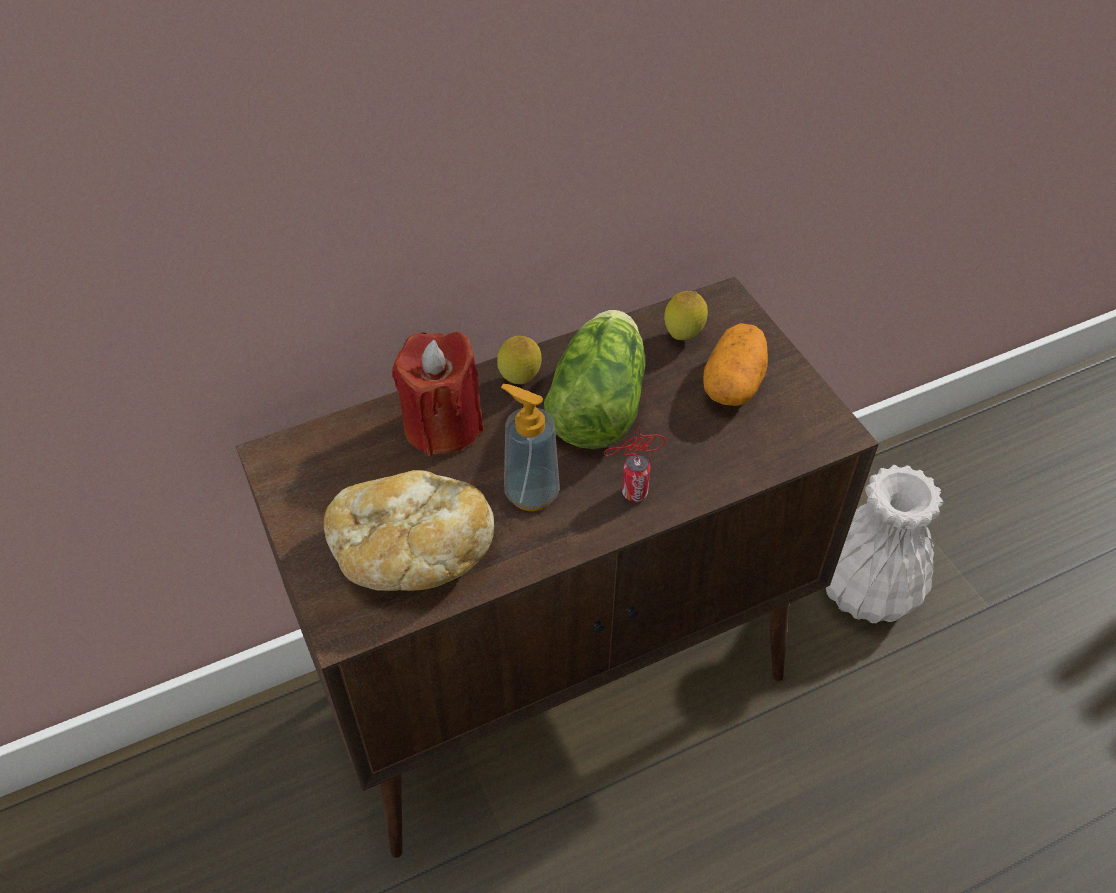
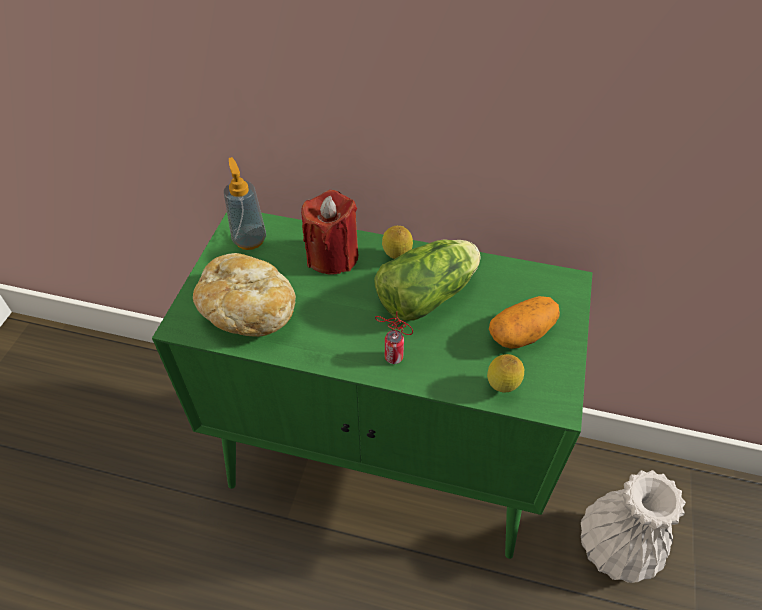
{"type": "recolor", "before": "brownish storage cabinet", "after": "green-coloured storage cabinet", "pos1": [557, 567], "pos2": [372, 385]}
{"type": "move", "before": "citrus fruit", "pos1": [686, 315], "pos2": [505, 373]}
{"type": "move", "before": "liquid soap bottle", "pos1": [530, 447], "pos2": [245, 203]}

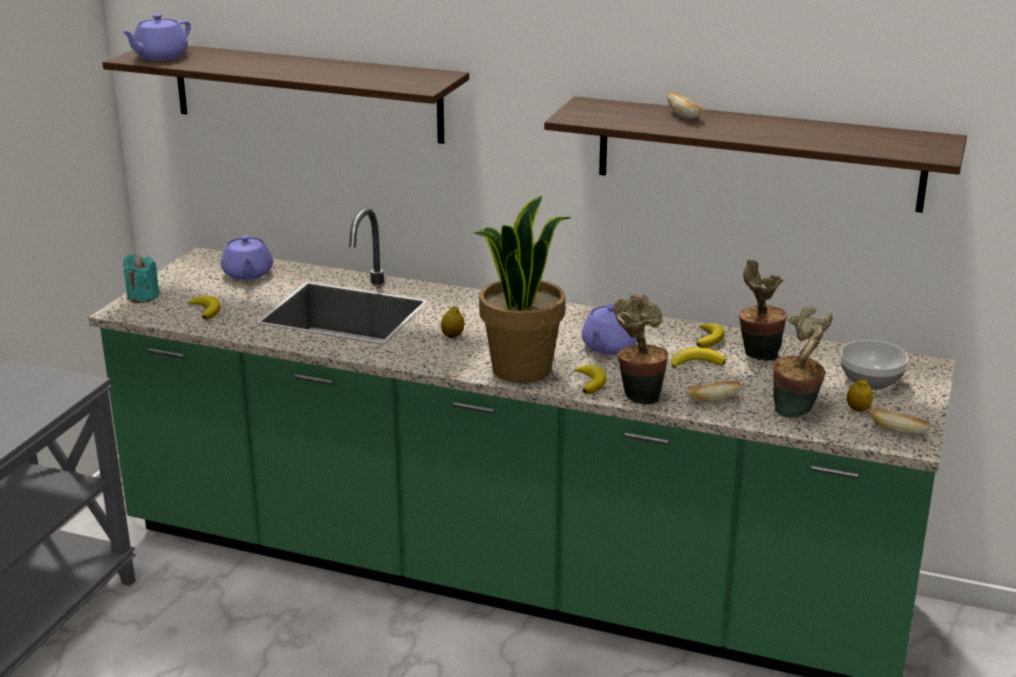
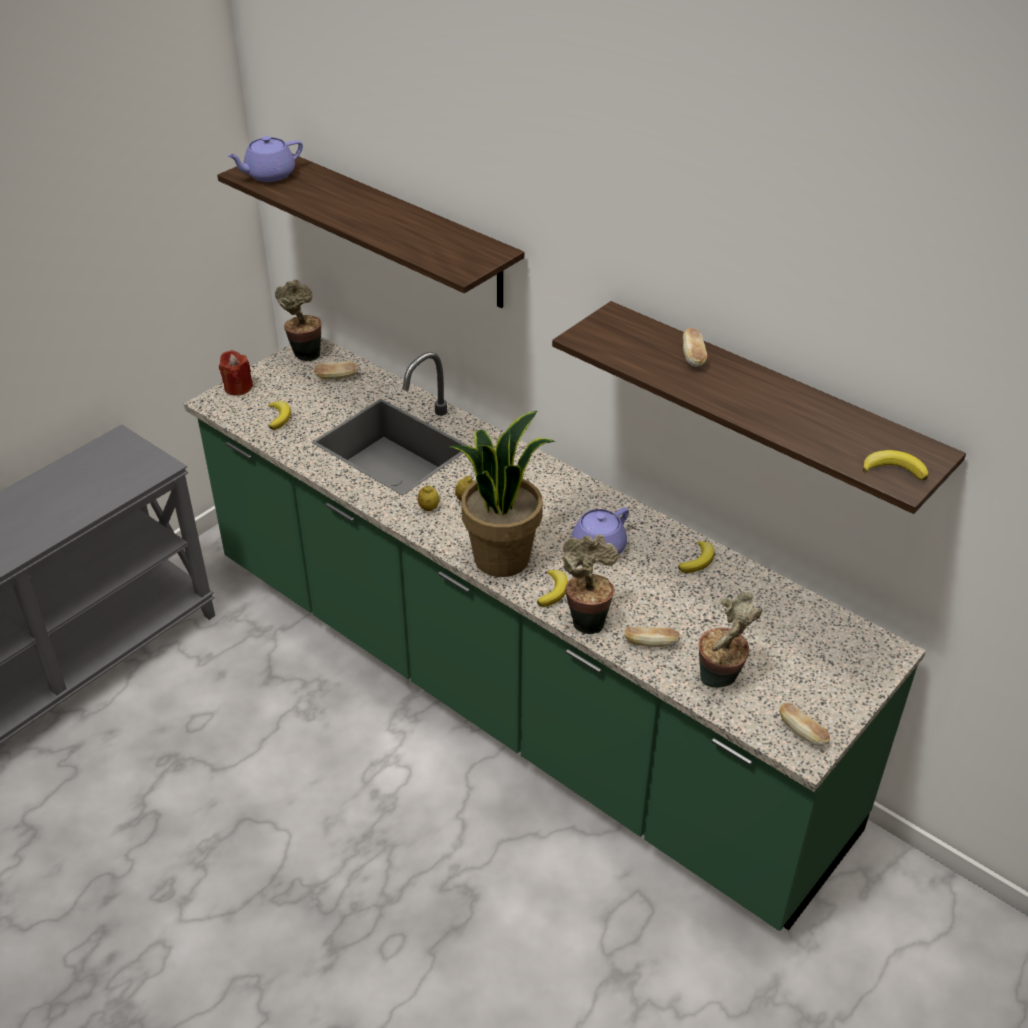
{"type": "replace", "before": "purple pot for tea", "after": "baked bread", "pos1": [247, 257], "pos2": [336, 370]}
{"type": "recolor", "before": "turquoise-coloured candle", "after": "red candle", "pos1": [141, 278], "pos2": [236, 373]}
{"type": "move", "before": "potted plant", "pos1": [763, 310], "pos2": [298, 320]}
{"type": "delete", "before": "deep dish", "pos1": [875, 365]}
{"type": "move", "before": "banana", "pos1": [698, 358], "pos2": [896, 465]}
{"type": "move", "before": "citrus fruit", "pos1": [860, 395], "pos2": [428, 498]}

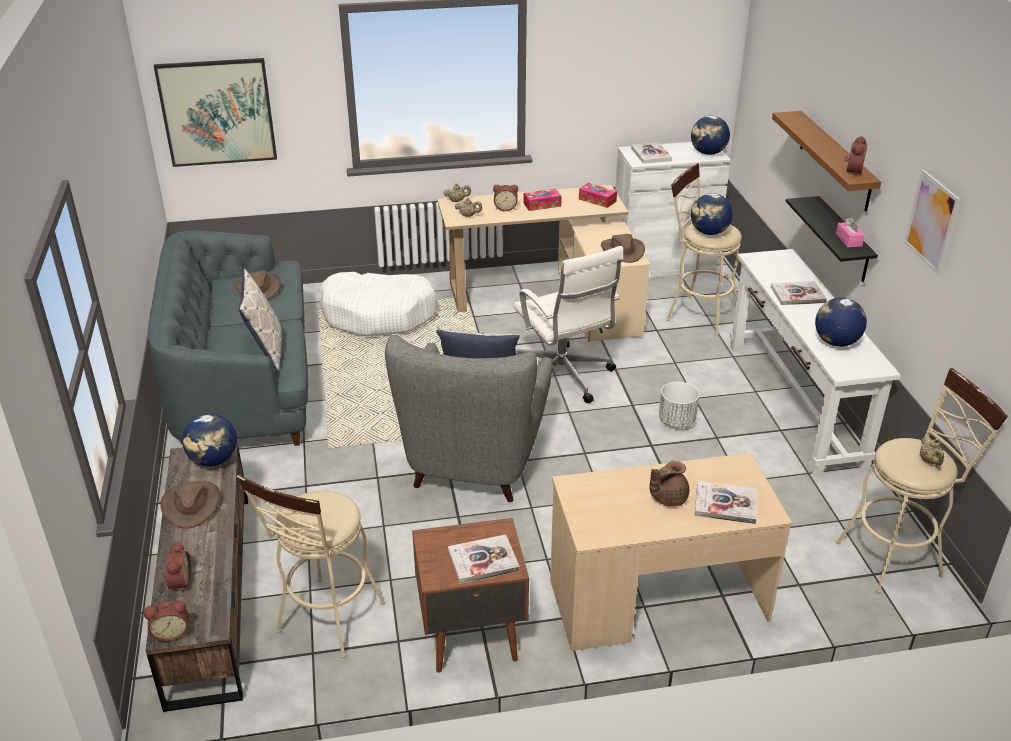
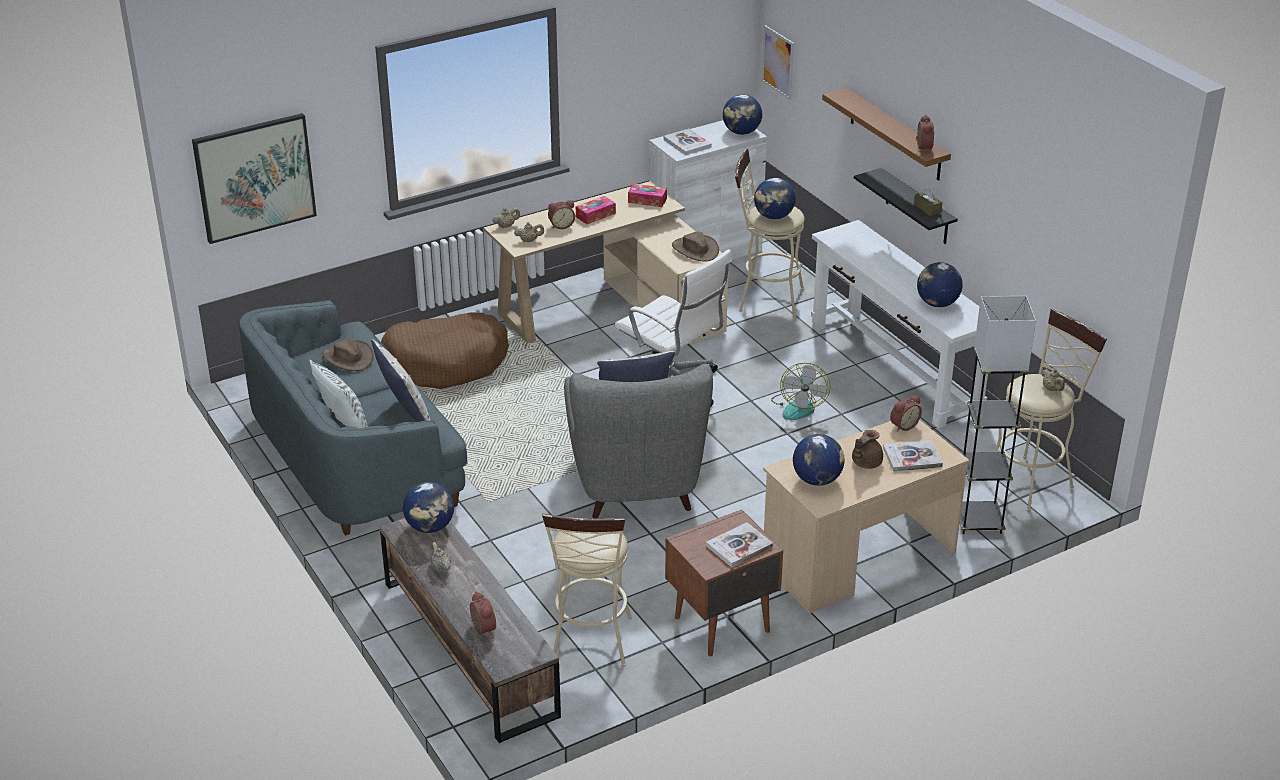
{"type": "move", "before": "wall picture", "pos1": [932, 222], "pos2": [778, 62]}
{"type": "recolor", "before": "pink-coloured tissue box", "after": "brownish tissue box", "pos1": [850, 232], "pos2": [928, 202]}
{"type": "recolor", "before": "whitish dog bed", "after": "brownish dog bed", "pos1": [378, 304], "pos2": [445, 350]}
{"type": "delete", "before": "book", "pos1": [799, 293]}
{"type": "replace", "before": "whitish plant pot", "after": "fan", "pos1": [679, 405], "pos2": [801, 391]}
{"type": "replace", "before": "brownish wearable hat", "after": "sand-coloured pot for tea", "pos1": [190, 505], "pos2": [441, 557]}
{"type": "move", "before": "table clock", "pos1": [166, 621], "pos2": [906, 413]}
{"type": "insert", "after": "gray floor lamp", "pos2": [998, 415]}
{"type": "insert", "after": "whitish pillow", "pos2": [338, 394]}
{"type": "insert", "after": "world globe", "pos2": [819, 460]}

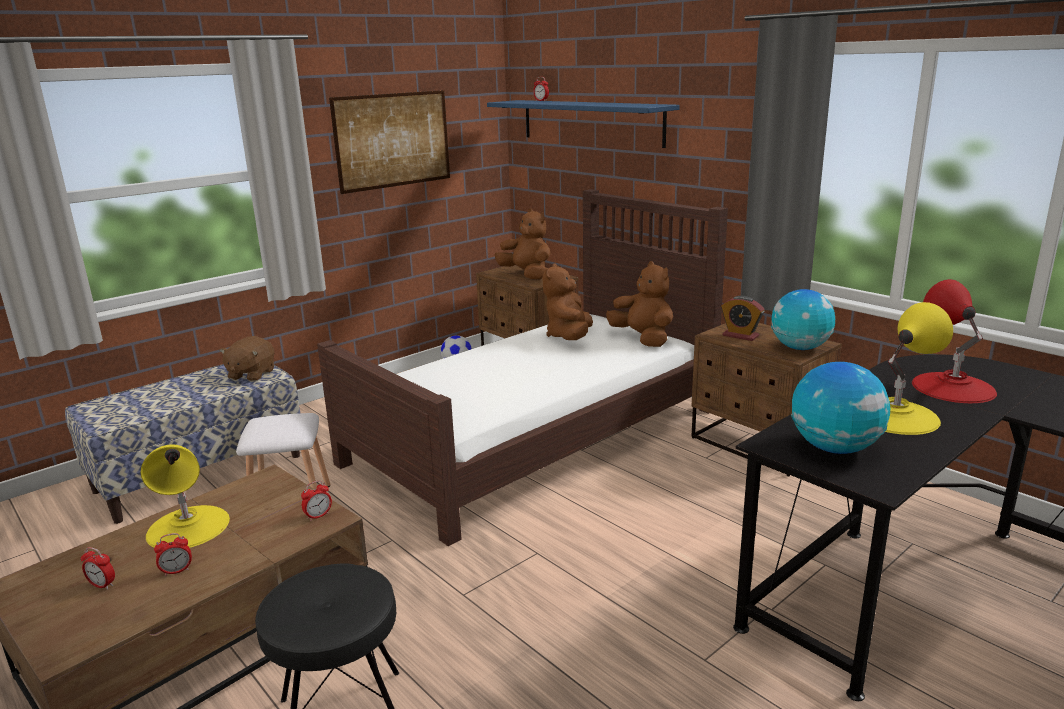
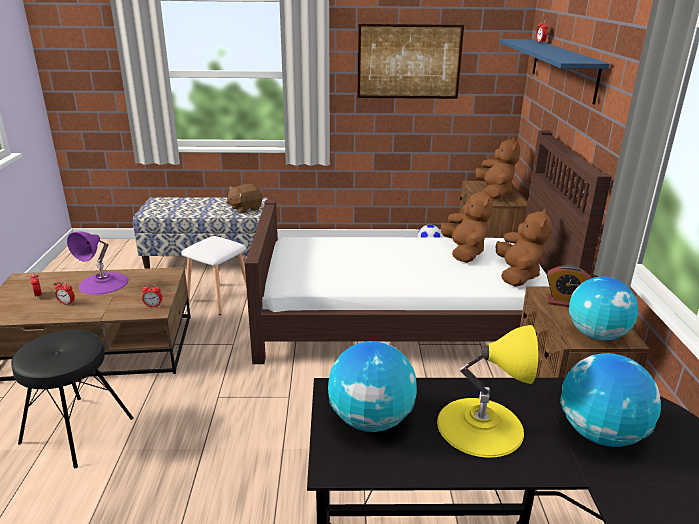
{"type": "rotate", "before": "brownish cuddly toy", "pos1": [567, 301], "pos2": [467, 226], "turn": 120}
{"type": "replace", "before": "red lamp for a table", "after": "world globe", "pos1": [954, 341], "pos2": [610, 400]}
{"type": "rotate", "before": "table clock", "pos1": [743, 318], "pos2": [569, 286], "turn": -60}
{"type": "recolor", "before": "yellowish lamp for a table", "after": "purple lamp for a table", "pos1": [185, 496], "pos2": [98, 263]}

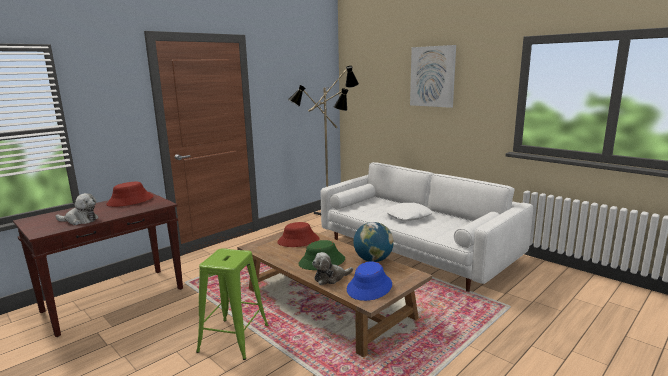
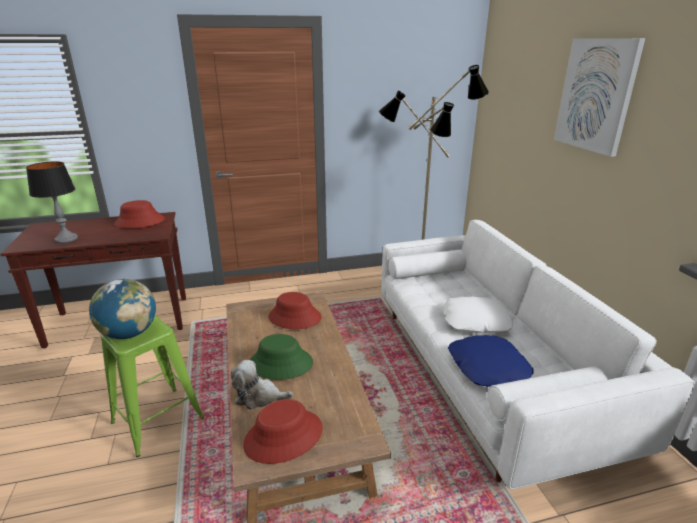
{"type": "replace", "before": "cuddly toy", "after": "lamp for a table", "pos1": [77, 209], "pos2": [52, 202]}
{"type": "move", "before": "world globe", "pos1": [373, 242], "pos2": [122, 309]}
{"type": "recolor", "before": "blue-coloured wearable hat", "after": "red wearable hat", "pos1": [369, 281], "pos2": [283, 431]}
{"type": "insert", "after": "blue-coloured pillow", "pos2": [491, 361]}

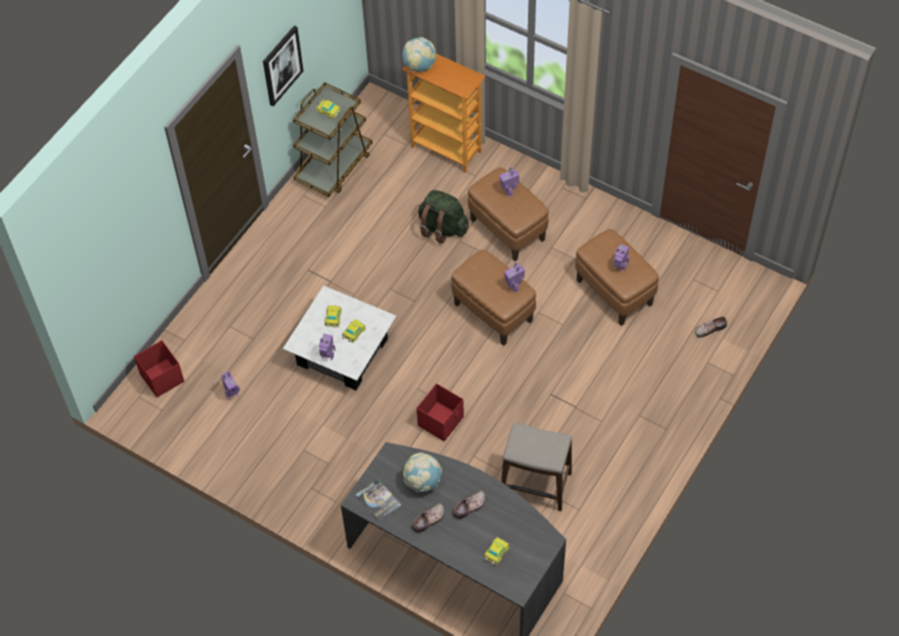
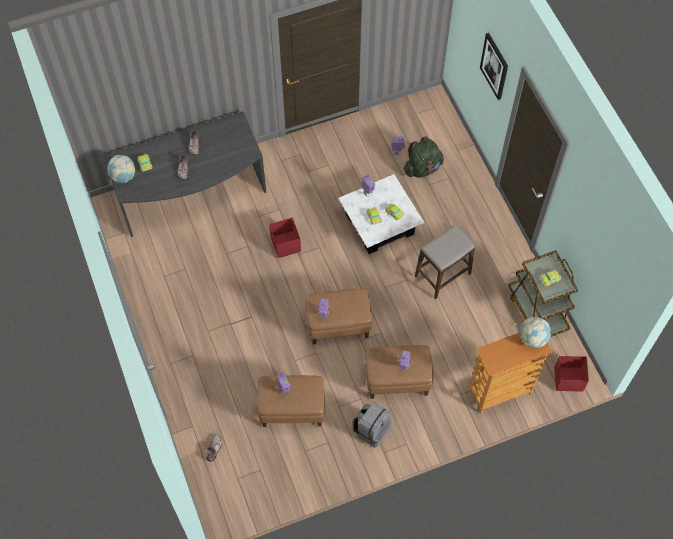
{"type": "move", "before": "wall picture", "pos1": [283, 66], "pos2": [494, 66]}
{"type": "move", "before": "green-coloured backpack", "pos1": [443, 217], "pos2": [424, 157]}
{"type": "move", "before": "red storage bin", "pos1": [159, 368], "pos2": [571, 374]}
{"type": "move", "before": "sitting stool", "pos1": [536, 467], "pos2": [445, 262]}
{"type": "move", "before": "world globe", "pos1": [422, 472], "pos2": [121, 169]}
{"type": "delete", "before": "book", "pos1": [378, 500]}
{"type": "insert", "after": "gray backpack", "pos2": [372, 425]}

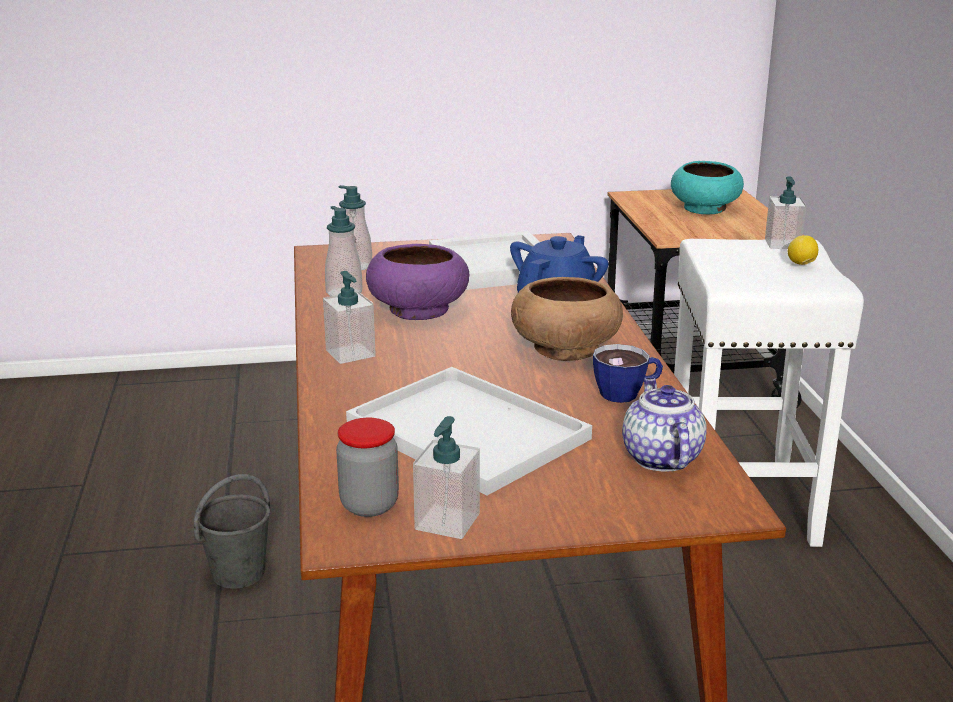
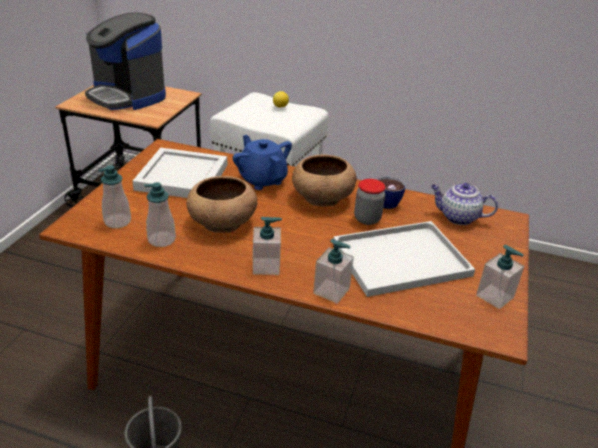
{"type": "replace", "before": "turquoise-coloured deep dish", "after": "coffee maker", "pos1": [707, 187], "pos2": [125, 61]}
{"type": "move", "before": "liquid soap bottle", "pos1": [785, 213], "pos2": [333, 271]}
{"type": "recolor", "before": "purple deep dish", "after": "brownish deep dish", "pos1": [418, 282], "pos2": [221, 204]}
{"type": "move", "before": "storage jar", "pos1": [367, 467], "pos2": [369, 202]}

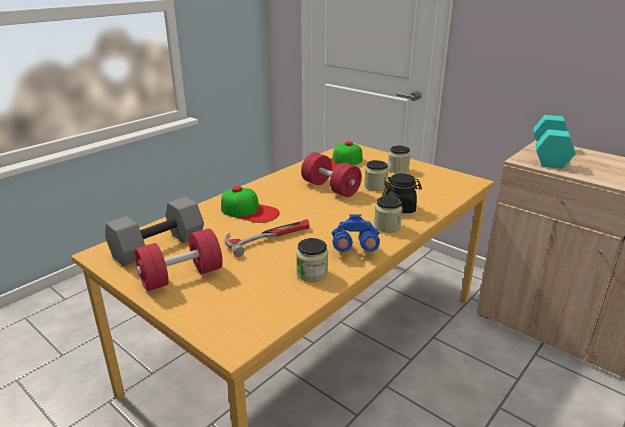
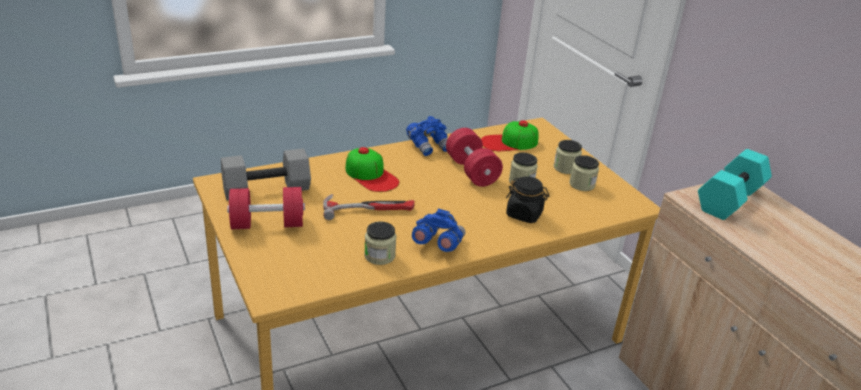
{"type": "move", "before": "storage jar", "pos1": [388, 214], "pos2": [584, 173]}
{"type": "insert", "after": "blue-coloured field glasses", "pos2": [427, 136]}

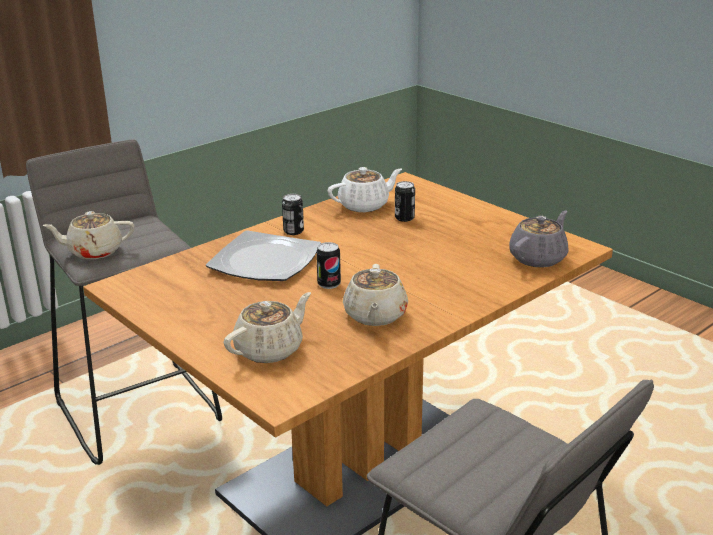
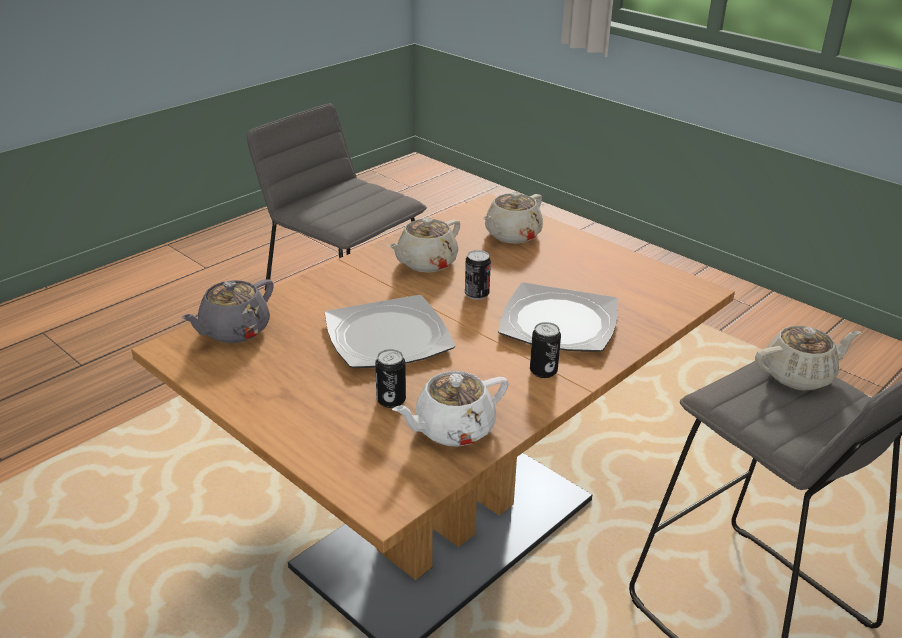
{"type": "rotate", "before": "sand-coloured pot for tea", "pos1": [375, 295], "pos2": [424, 244], "turn": -135}
{"type": "insert", "after": "dinner plate", "pos2": [390, 331]}

